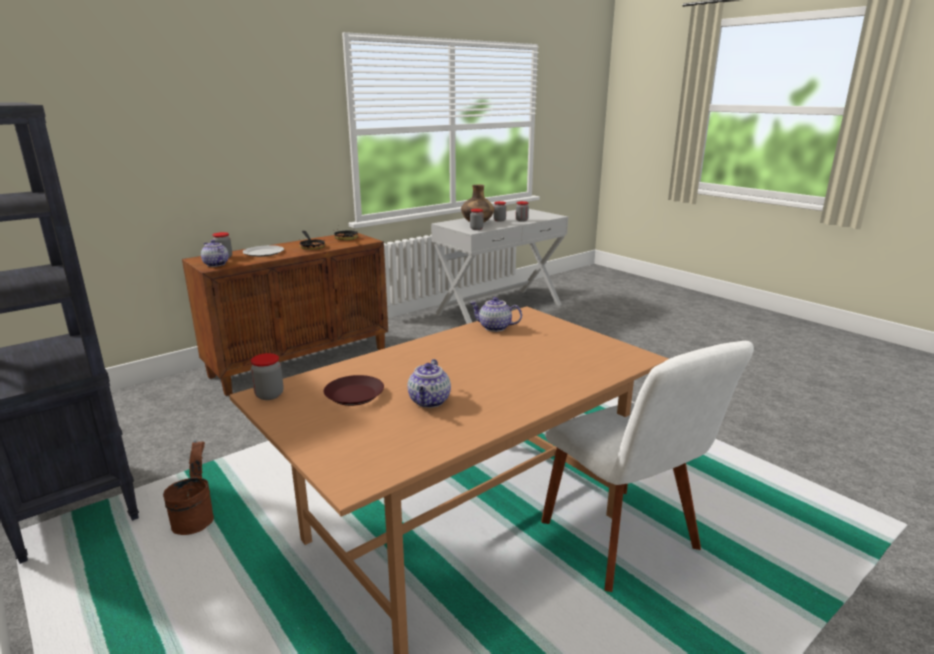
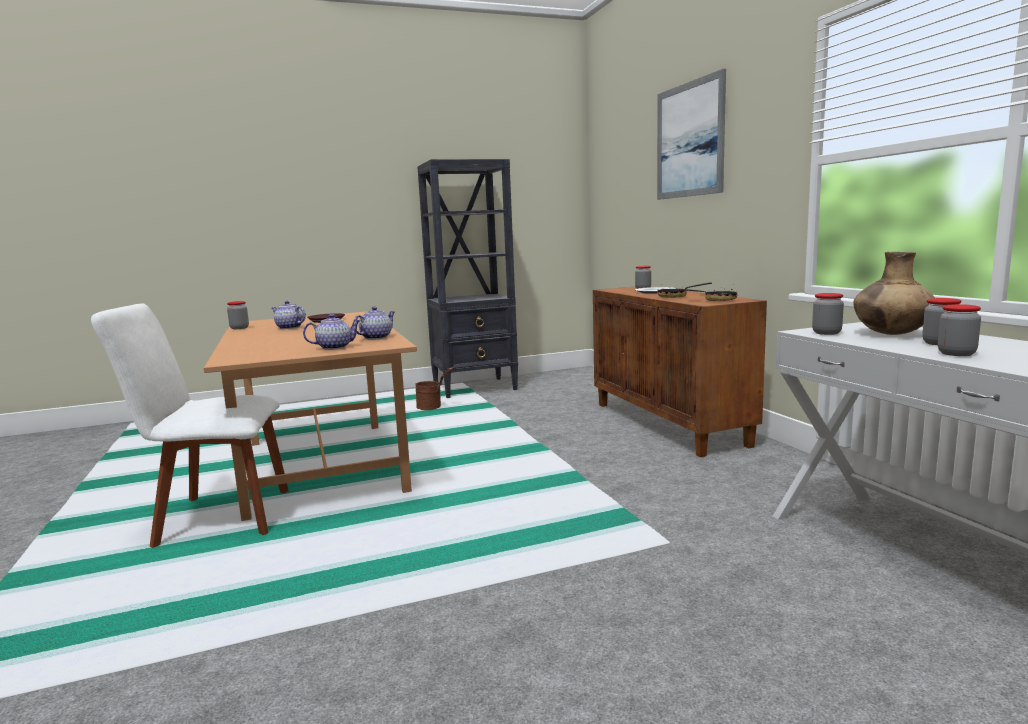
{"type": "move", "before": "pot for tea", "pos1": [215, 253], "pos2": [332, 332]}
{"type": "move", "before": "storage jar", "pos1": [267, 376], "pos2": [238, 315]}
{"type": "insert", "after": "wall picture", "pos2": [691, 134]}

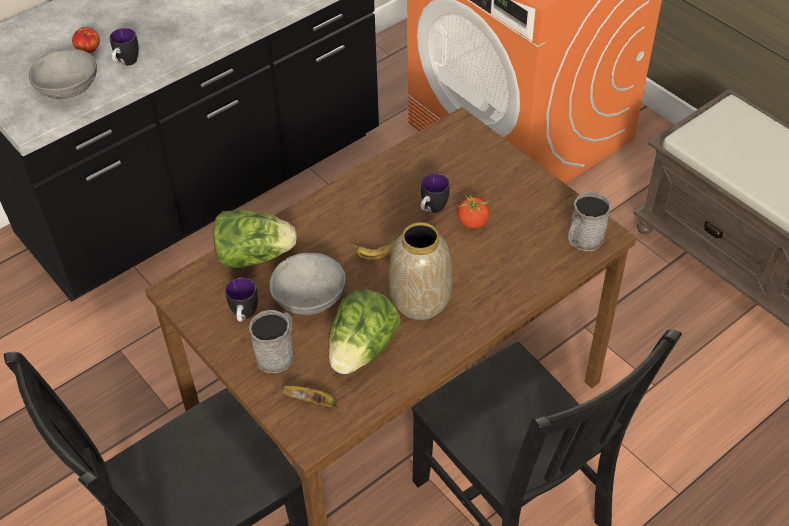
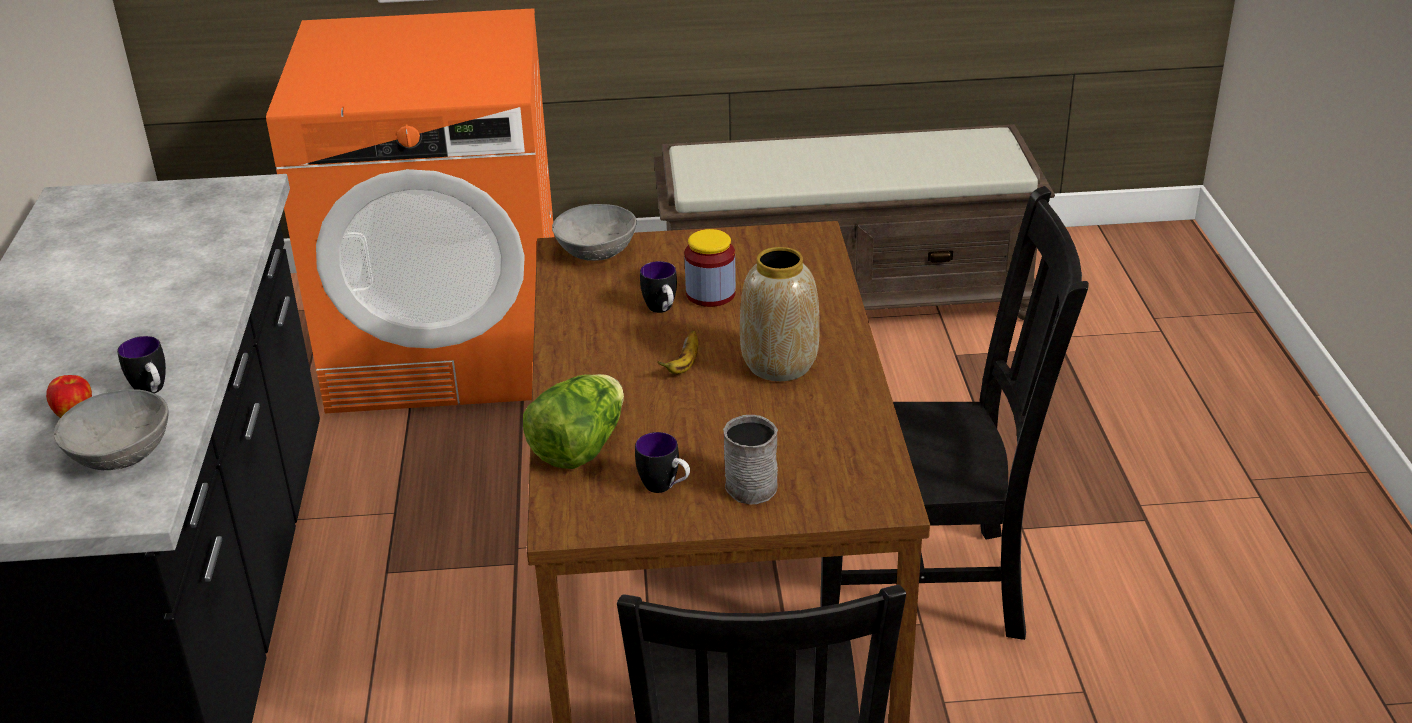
{"type": "delete", "before": "gray coffee mug", "pos1": [589, 221]}
{"type": "replace", "before": "fresh tomato", "after": "storage jar", "pos1": [473, 211], "pos2": [710, 268]}
{"type": "move", "before": "gray deep dish", "pos1": [307, 284], "pos2": [594, 232]}
{"type": "delete", "before": "head of lettuce", "pos1": [364, 332]}
{"type": "delete", "before": "banana", "pos1": [310, 397]}

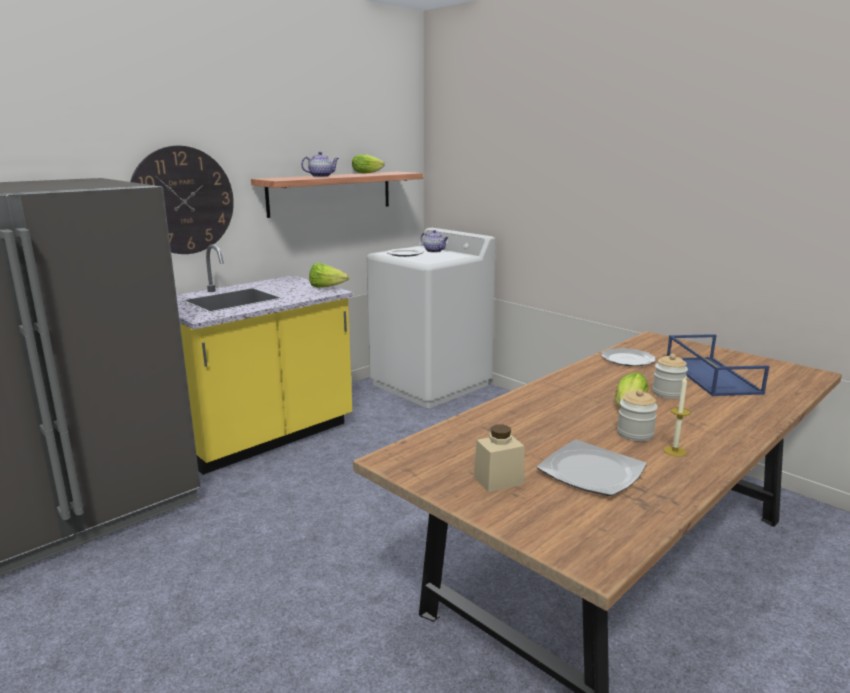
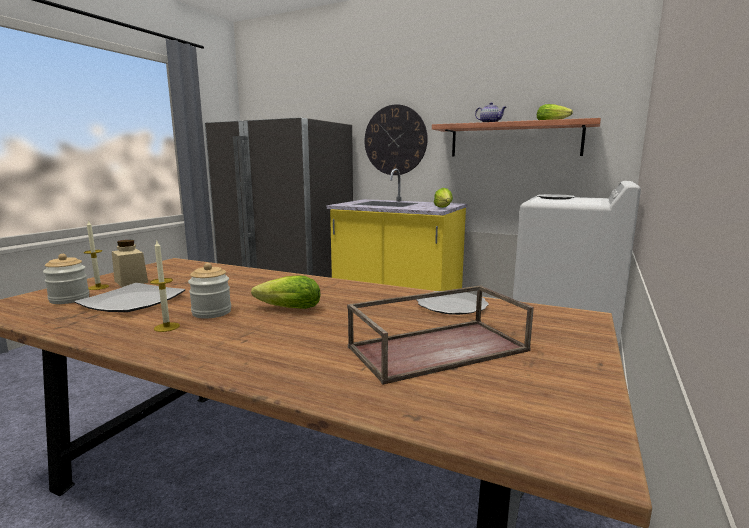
{"type": "delete", "before": "pot for tea", "pos1": [435, 241]}
{"type": "recolor", "before": "blue-coloured serving tray", "after": "brownish serving tray", "pos1": [718, 365], "pos2": [440, 335]}
{"type": "move", "before": "storage jar", "pos1": [670, 376], "pos2": [66, 279]}
{"type": "insert", "after": "candle", "pos2": [96, 255]}

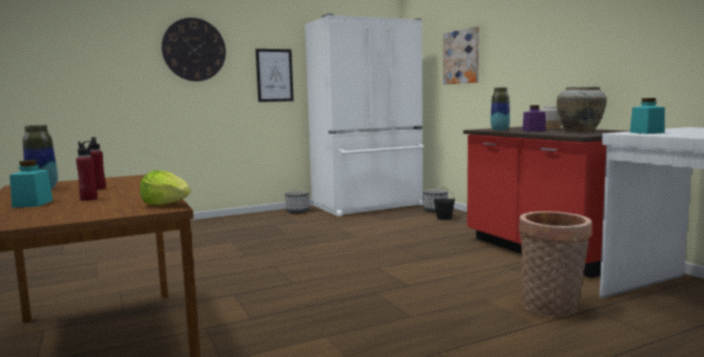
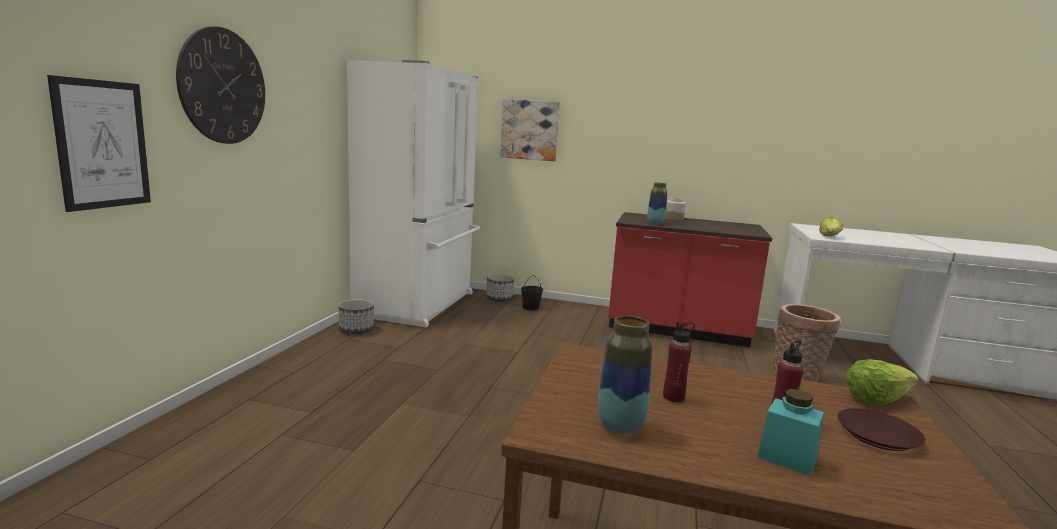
{"type": "move", "before": "wall picture", "pos1": [274, 75], "pos2": [99, 143]}
{"type": "delete", "before": "sand-coloured flower vase", "pos1": [582, 109]}
{"type": "replace", "before": "turquoise-coloured storage jar", "after": "head of lettuce", "pos1": [647, 116], "pos2": [831, 226]}
{"type": "delete", "before": "purple storage jar", "pos1": [534, 118]}
{"type": "insert", "after": "brownish dinner plate", "pos2": [882, 429]}

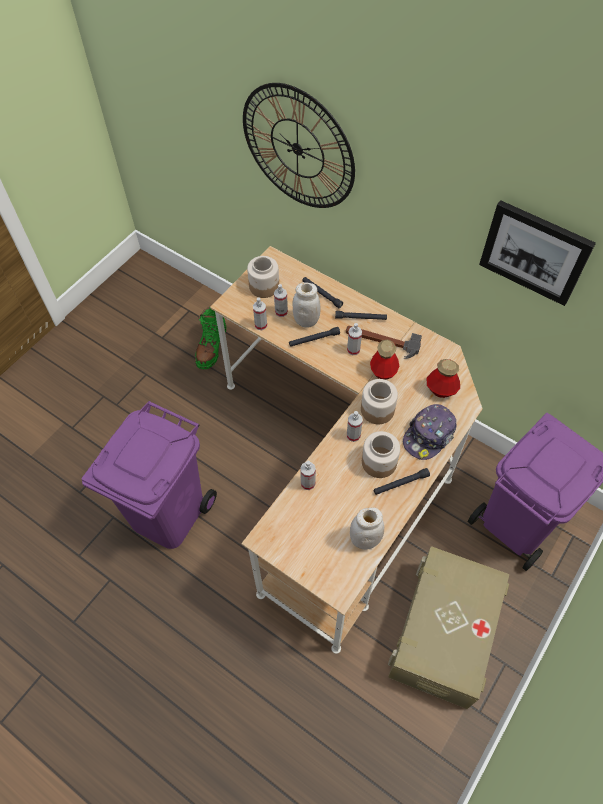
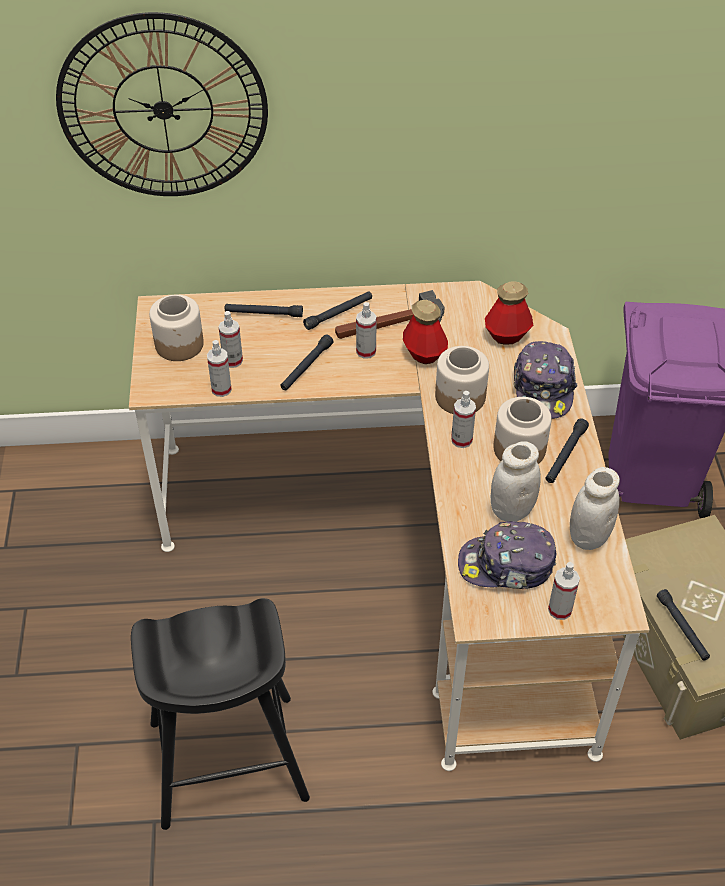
{"type": "delete", "before": "wall picture", "pos1": [537, 253]}
{"type": "move", "before": "whitish storage jar", "pos1": [306, 305], "pos2": [516, 482]}
{"type": "delete", "before": "green-coloured boot", "pos1": [210, 337]}
{"type": "replace", "before": "purple waste bin", "after": "blackish sitting stool", "pos1": [149, 475], "pos2": [220, 714]}
{"type": "move", "before": "spray bottle", "pos1": [308, 475], "pos2": [564, 591]}
{"type": "insert", "after": "baseball cap", "pos2": [507, 555]}
{"type": "insert", "after": "blackish torch", "pos2": [683, 624]}

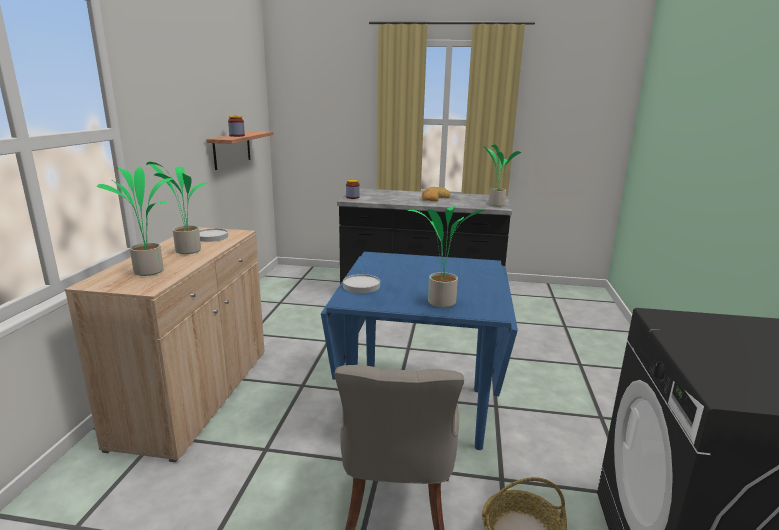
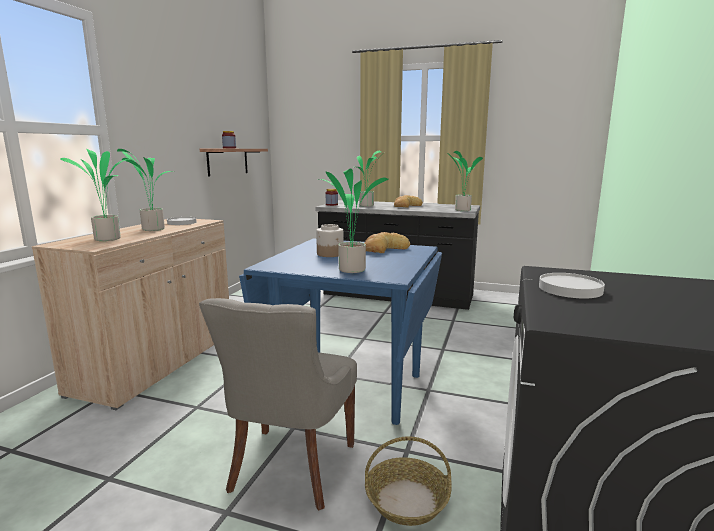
{"type": "move", "before": "whitish dinner plate", "pos1": [361, 283], "pos2": [572, 285]}
{"type": "insert", "after": "potted plant", "pos2": [369, 179]}
{"type": "insert", "after": "storage jar", "pos2": [330, 240]}
{"type": "insert", "after": "baked bread", "pos2": [387, 242]}

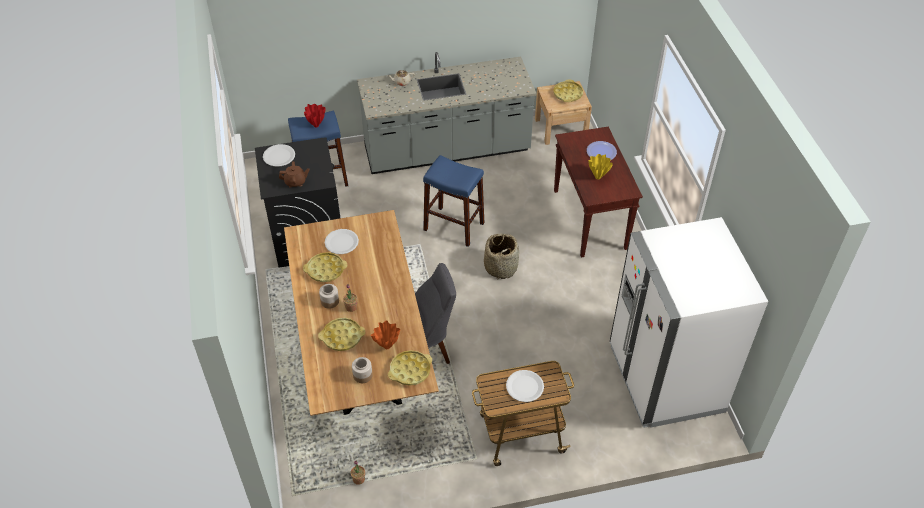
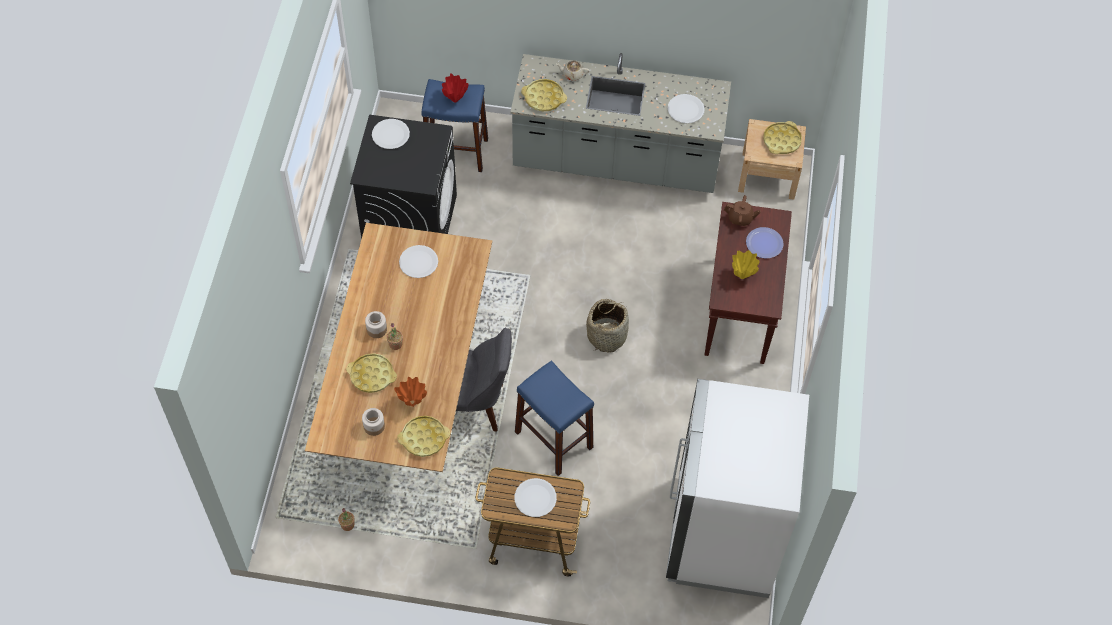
{"type": "move", "before": "blue-coloured sitting stool", "pos1": [453, 201], "pos2": [554, 418]}
{"type": "move", "before": "brownish pot for tea", "pos1": [294, 174], "pos2": [742, 210]}
{"type": "move", "before": "yellowish serving tray", "pos1": [325, 267], "pos2": [544, 95]}
{"type": "insert", "after": "whitish dinner plate", "pos2": [686, 108]}

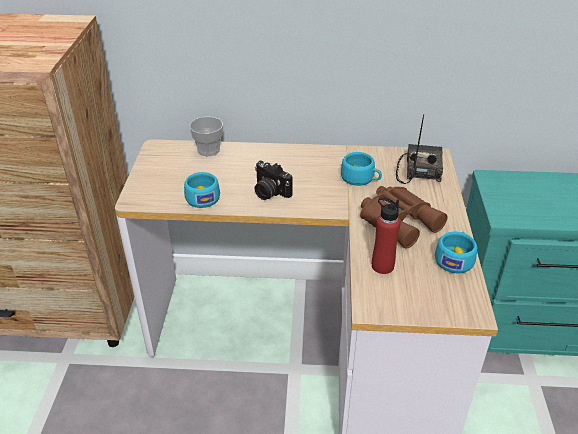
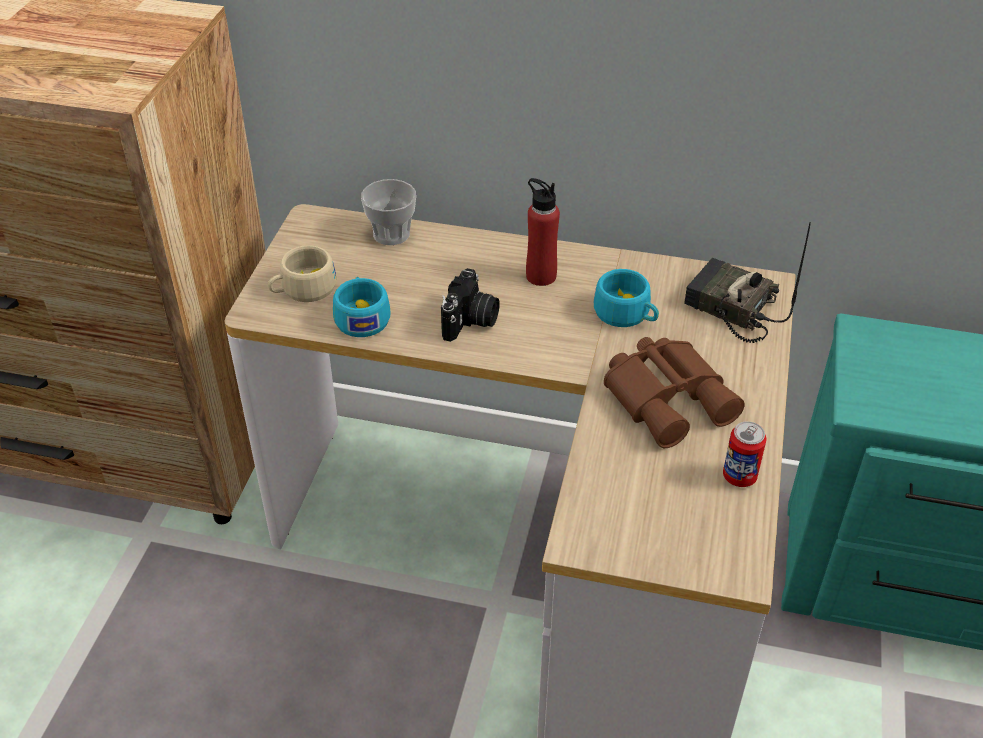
{"type": "rotate", "before": "radio set", "pos1": [419, 149], "pos2": [747, 282], "turn": -75}
{"type": "rotate", "before": "photo camera", "pos1": [274, 180], "pos2": [470, 305], "turn": -120}
{"type": "move", "before": "red bottle", "pos1": [386, 235], "pos2": [543, 232]}
{"type": "replace", "before": "turquoise-coloured drinking cup", "after": "can", "pos1": [456, 252], "pos2": [744, 454]}
{"type": "insert", "after": "sand-coloured drinking cup", "pos2": [302, 273]}

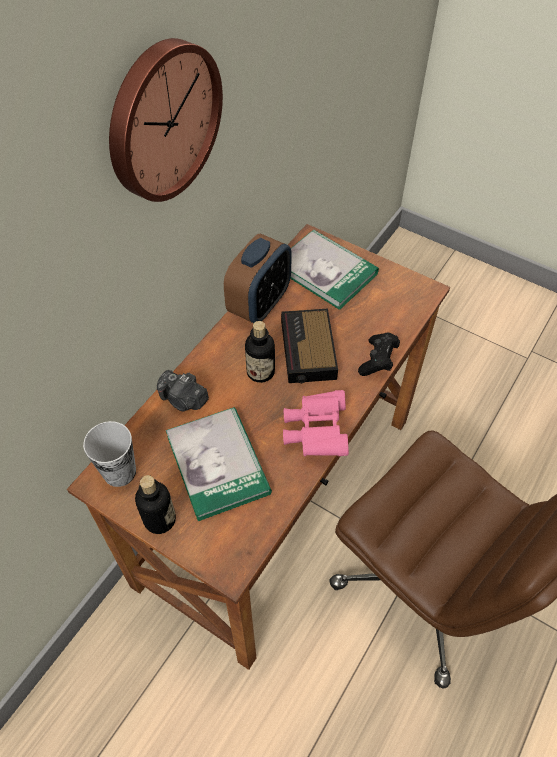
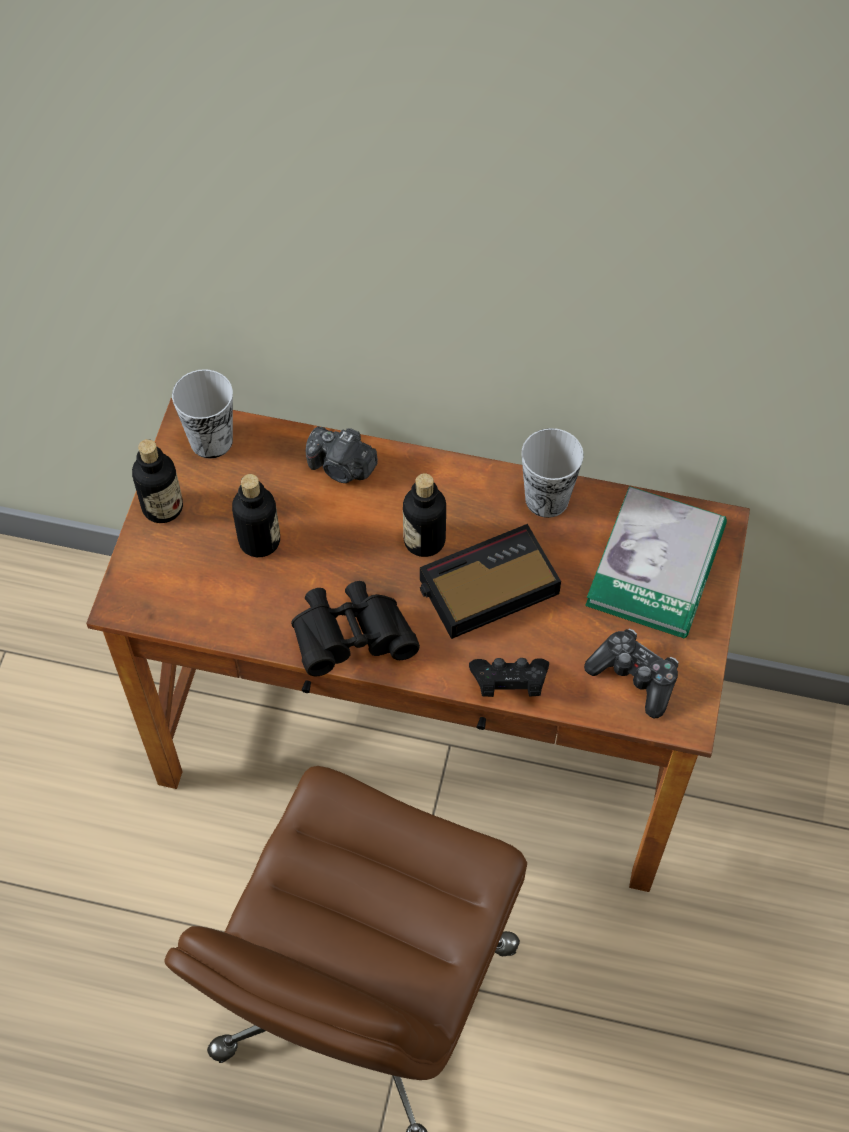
{"type": "delete", "before": "hanging clock", "pos1": [166, 120]}
{"type": "replace", "before": "table clock", "after": "drinking cup", "pos1": [258, 278], "pos2": [552, 473]}
{"type": "rotate", "before": "photo camera", "pos1": [183, 391], "pos2": [342, 454], "turn": -75}
{"type": "recolor", "before": "pink-coloured field glasses", "after": "blackish field glasses", "pos1": [316, 423], "pos2": [355, 628]}
{"type": "replace", "before": "book", "after": "bottle", "pos1": [219, 464], "pos2": [256, 515]}
{"type": "insert", "after": "joypad", "pos2": [631, 674]}

